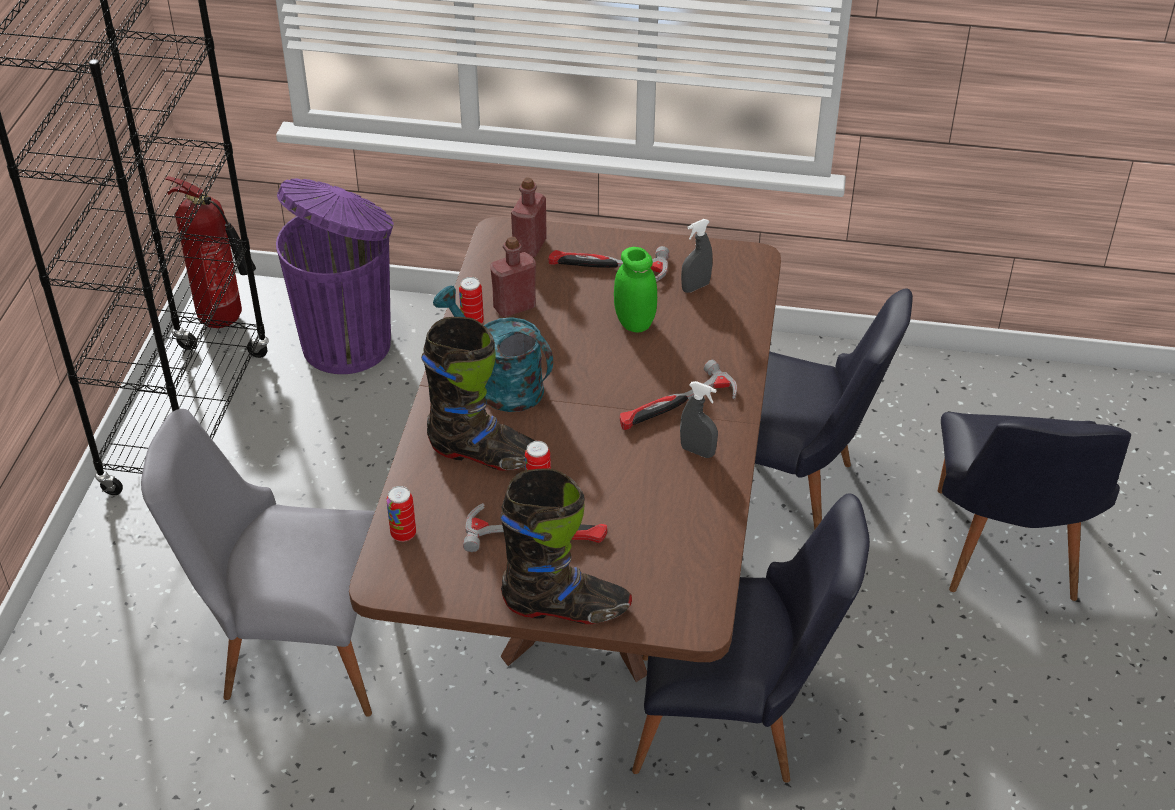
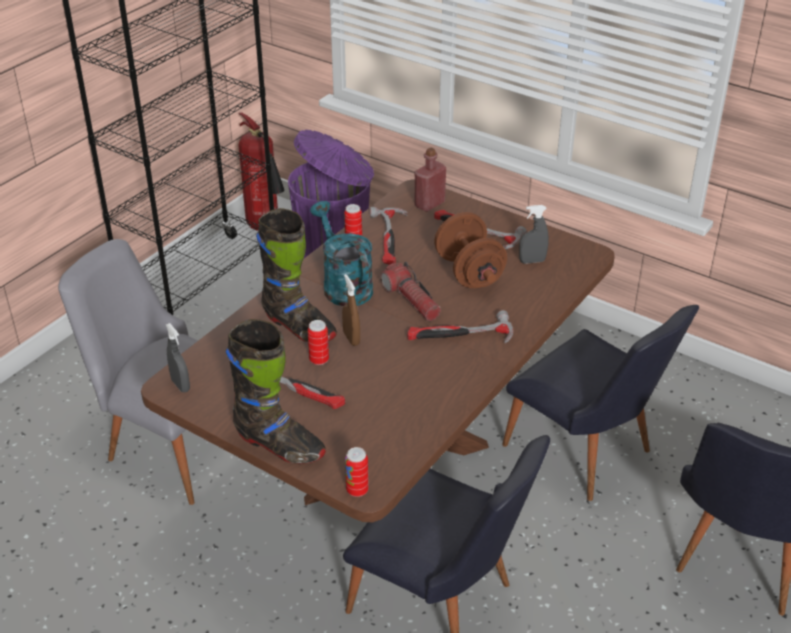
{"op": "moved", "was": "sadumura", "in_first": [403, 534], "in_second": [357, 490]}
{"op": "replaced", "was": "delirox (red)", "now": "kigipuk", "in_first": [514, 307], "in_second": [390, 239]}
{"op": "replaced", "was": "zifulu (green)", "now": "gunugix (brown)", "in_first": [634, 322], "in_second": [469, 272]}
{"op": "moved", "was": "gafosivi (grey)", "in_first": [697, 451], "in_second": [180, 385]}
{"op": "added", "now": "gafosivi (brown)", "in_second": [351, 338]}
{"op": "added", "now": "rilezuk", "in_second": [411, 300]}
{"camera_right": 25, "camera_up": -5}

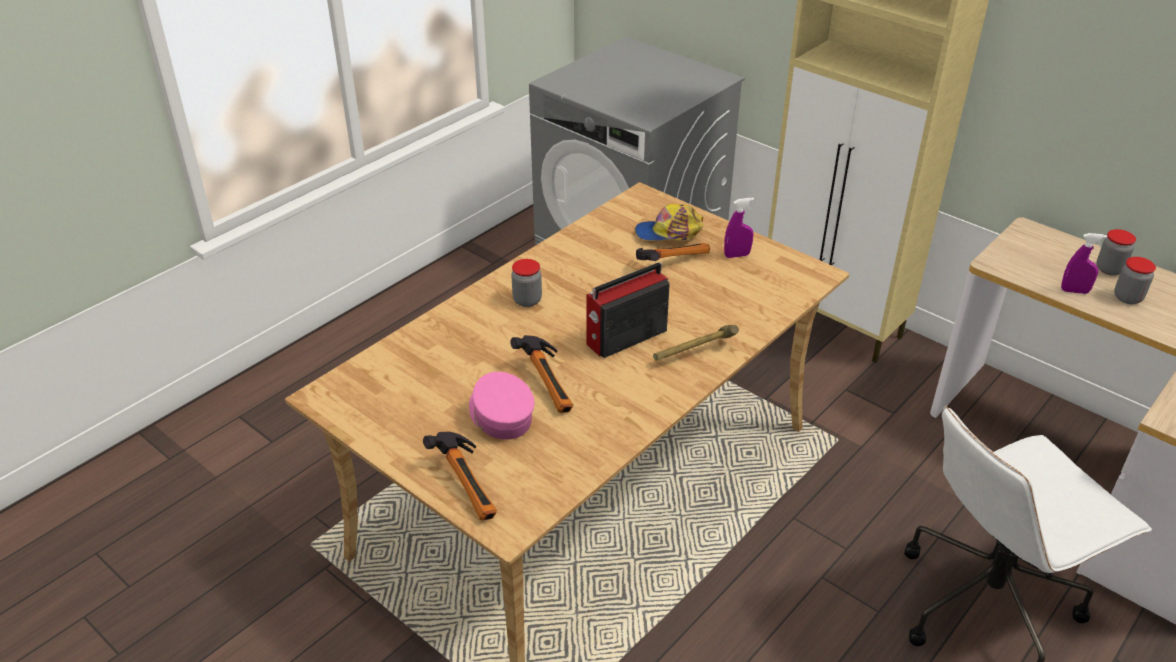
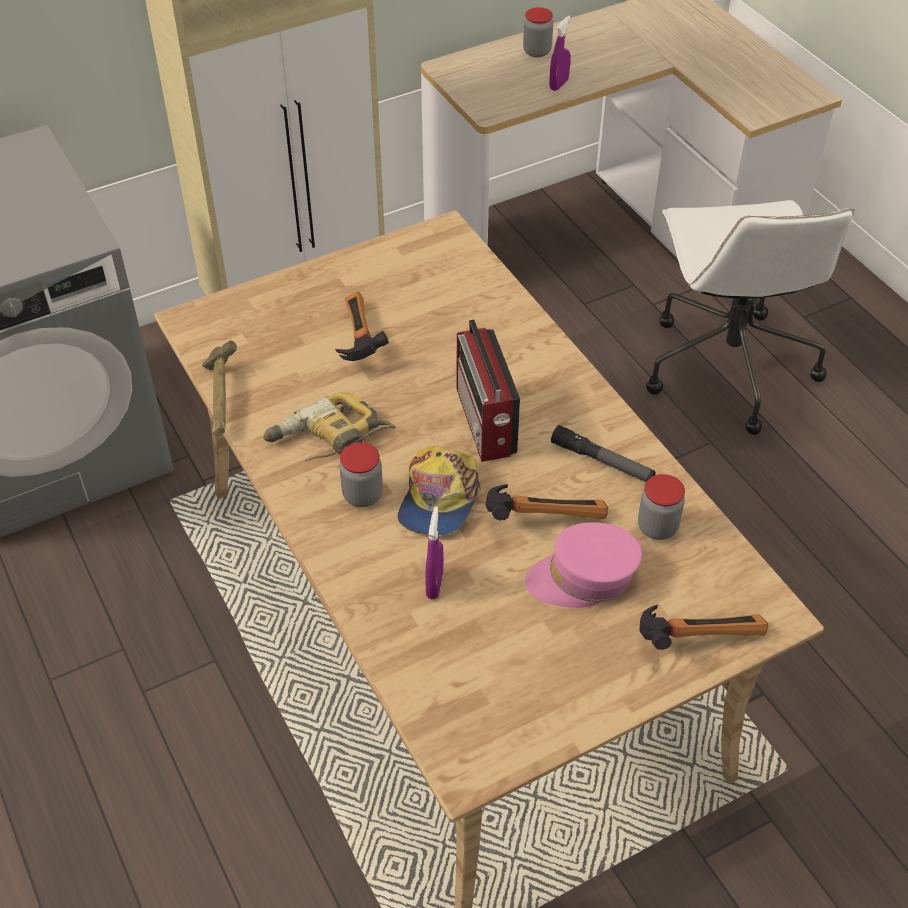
{"op": "moved", "was": "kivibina", "in_first": [669, 233], "in_second": [439, 498]}
{"op": "moved", "was": "kigipuk", "in_first": [693, 353], "in_second": [221, 402]}
{"op": "moved", "was": "gafosivi (purple)", "in_first": [737, 255], "in_second": [434, 584]}
{"op": "moved", "was": "zifulu", "in_first": [1127, 298], "in_second": [657, 527]}
{"op": "added", "now": "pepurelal", "in_second": [328, 439]}
{"op": "added", "now": "rilezuk", "in_second": [602, 461]}
{"camera_right": -70, "camera_up": 10}

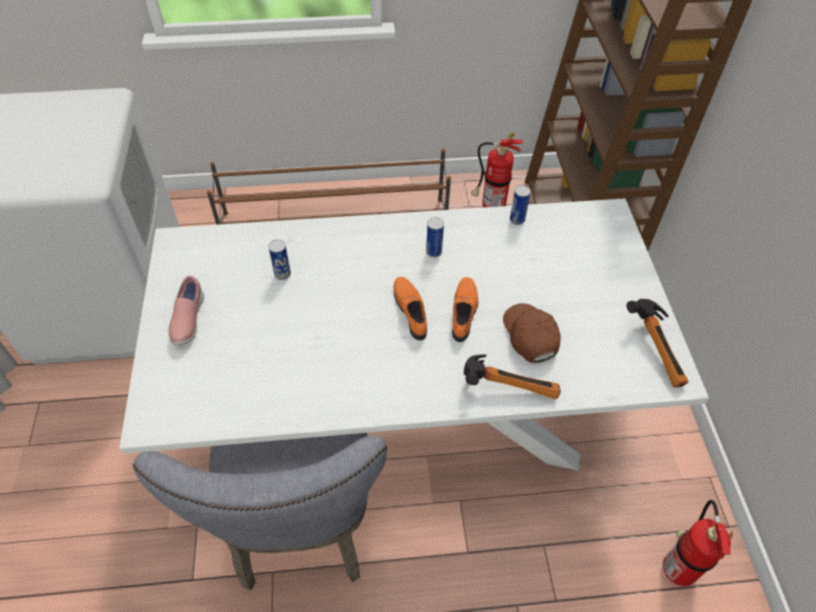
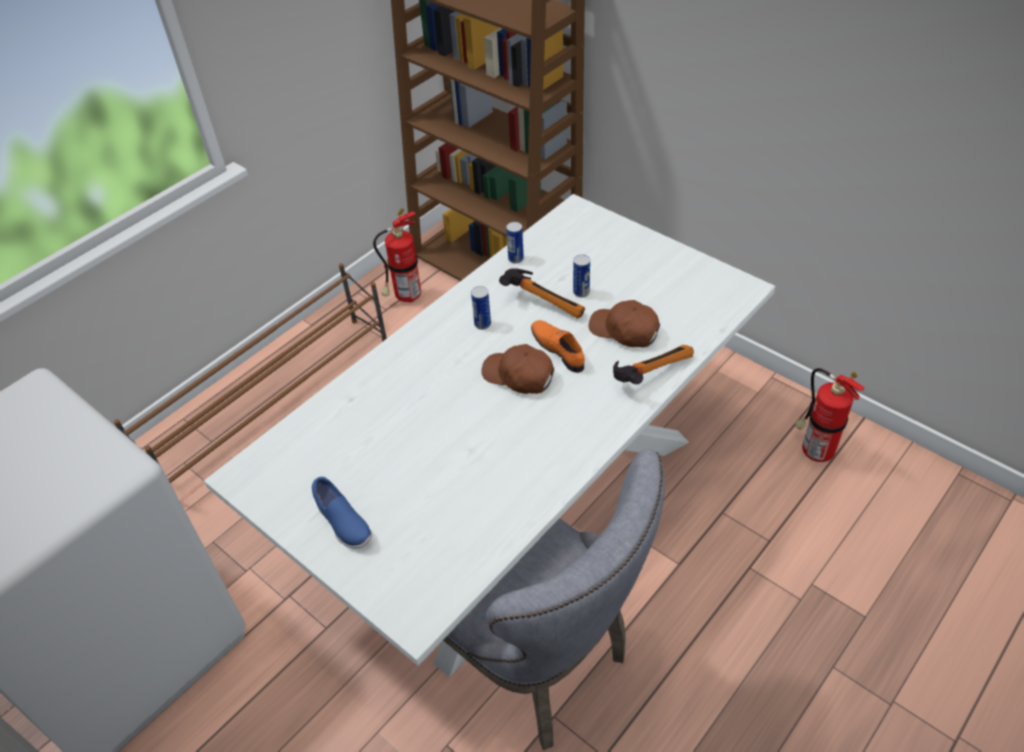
{"op": "recoloured", "was": "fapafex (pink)", "now": "fapafex (blue)", "in_first": [188, 320], "in_second": [343, 523]}
{"op": "moved", "was": "sadumura", "in_first": [282, 274], "in_second": [581, 292]}
{"op": "replaced", "was": "fapafex (orange)", "now": "kivibina (brown)", "in_first": [411, 309], "in_second": [518, 376]}
{"op": "moved", "was": "kigipuk", "in_first": [660, 350], "in_second": [546, 301]}
{"camera_right": -40, "camera_up": -5}

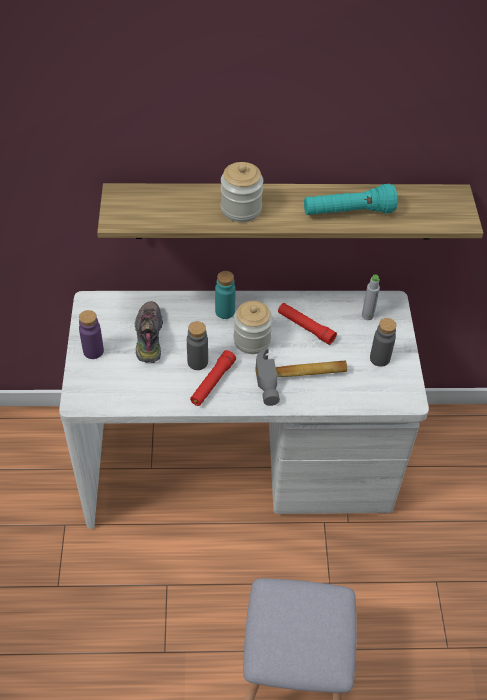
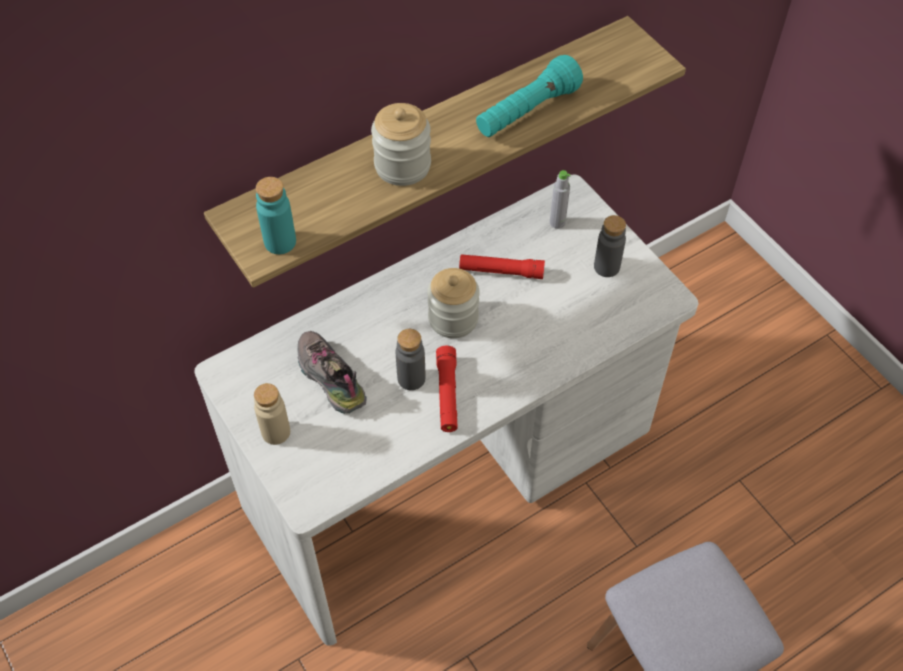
{"op": "recoloured", "was": "delirox (purple)", "now": "delirox (beige)", "in_first": [93, 351], "in_second": [276, 432]}
{"op": "moved", "was": "delirox (turquoise)", "in_first": [225, 311], "in_second": [280, 242]}
{"op": "removed", "was": "kigipuk", "in_first": [301, 379]}
{"camera_right": -30, "camera_up": 5}

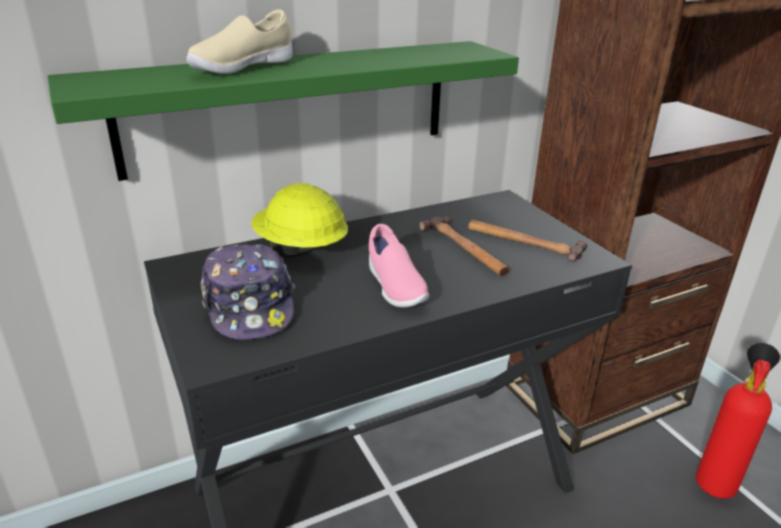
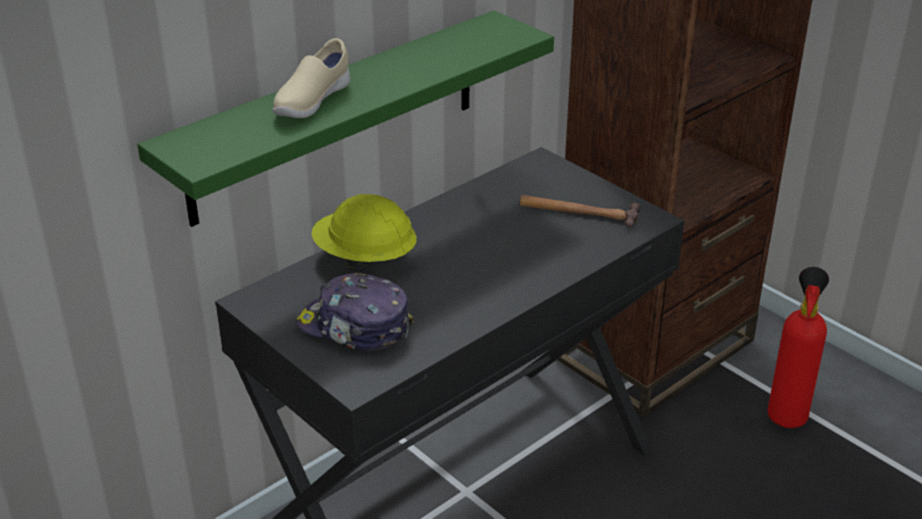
{"op": "turned", "was": "kivibina", "in_first": [249, 305], "in_second": [354, 327], "clockwise": 150}
{"op": "removed", "was": "fapafex (pink)", "in_first": [394, 287]}
{"op": "removed", "was": "kigipuk", "in_first": [465, 249]}
{"camera_right": -15, "camera_up": 5}

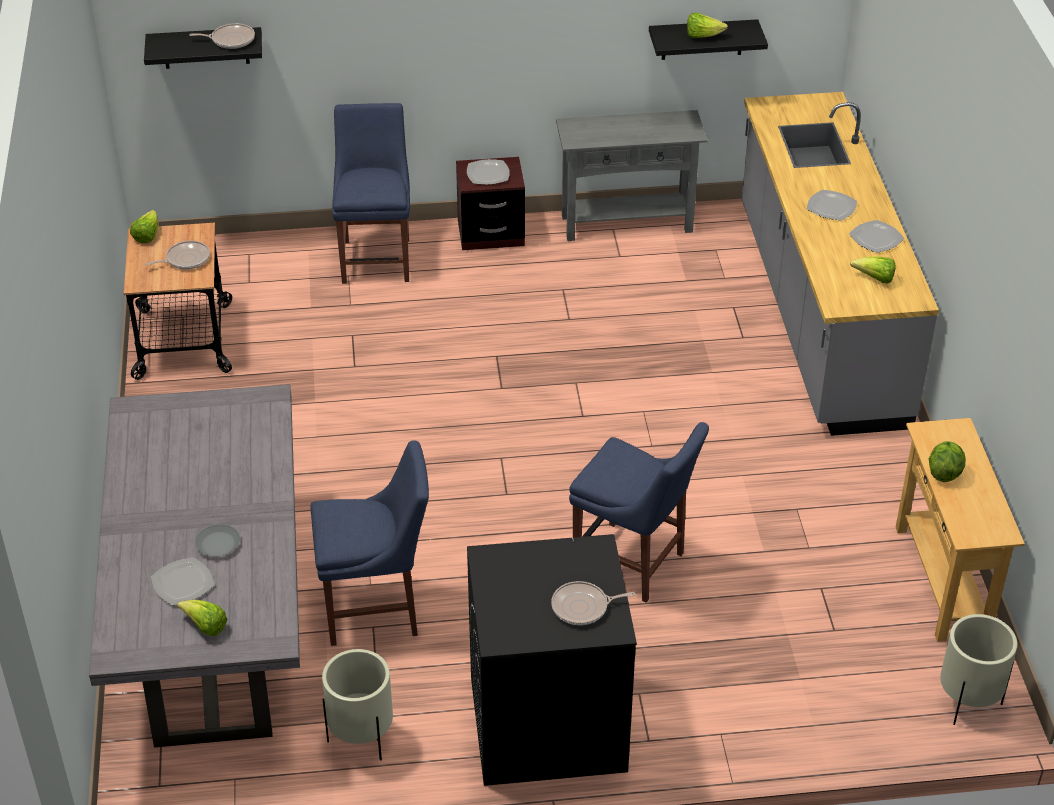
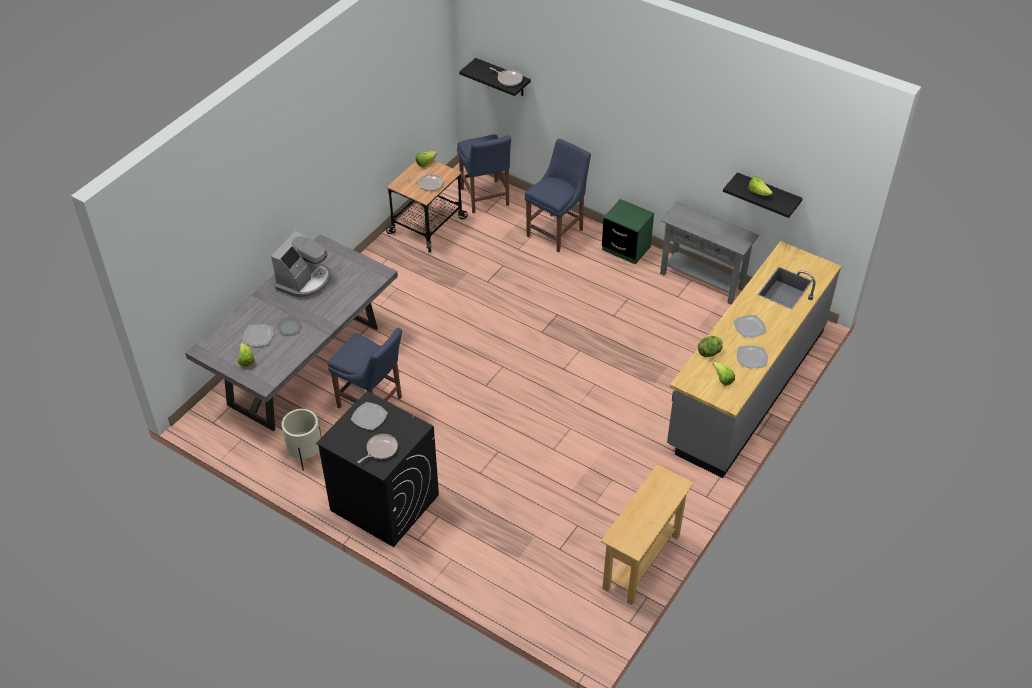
{"op": "recoloured", "was": "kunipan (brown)", "now": "kunipan (green)", "in_first": [491, 234], "in_second": [626, 248]}
{"op": "moved", "was": "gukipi", "in_first": [488, 173], "in_second": [369, 417]}
{"op": "turned", "was": "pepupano", "in_first": [583, 607], "in_second": [380, 449], "clockwise": 105}
{"op": "moved", "was": "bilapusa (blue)", "in_first": [633, 564], "in_second": [485, 198]}
{"op": "moved", "was": "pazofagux", "in_first": [944, 472], "in_second": [710, 352]}
{"op": "removed", "was": "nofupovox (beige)", "in_first": [967, 702]}
{"op": "added", "now": "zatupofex", "in_second": [304, 280]}
{"camera_right": 40, "camera_up": 5}

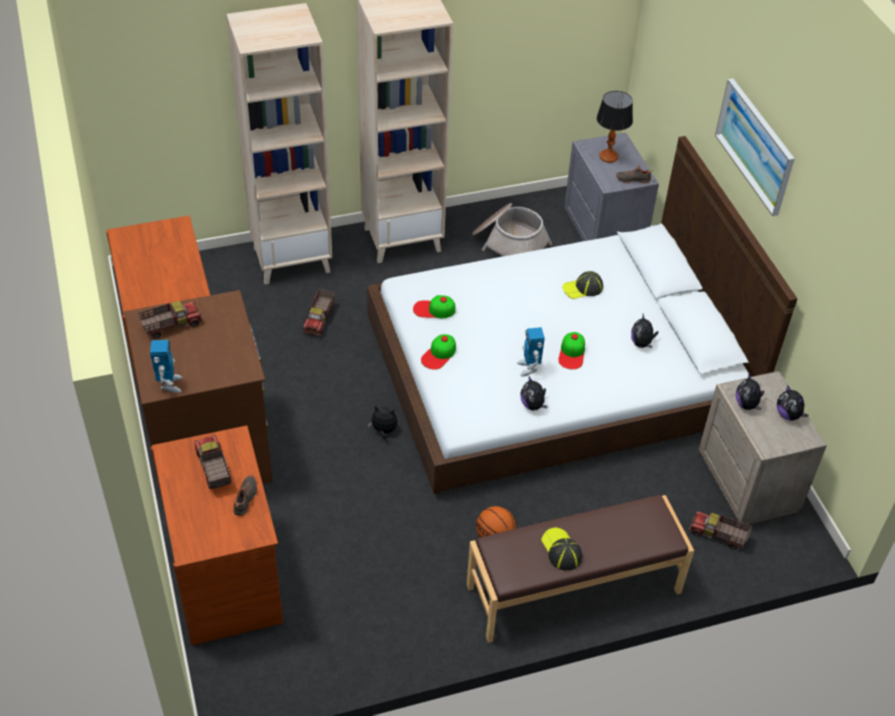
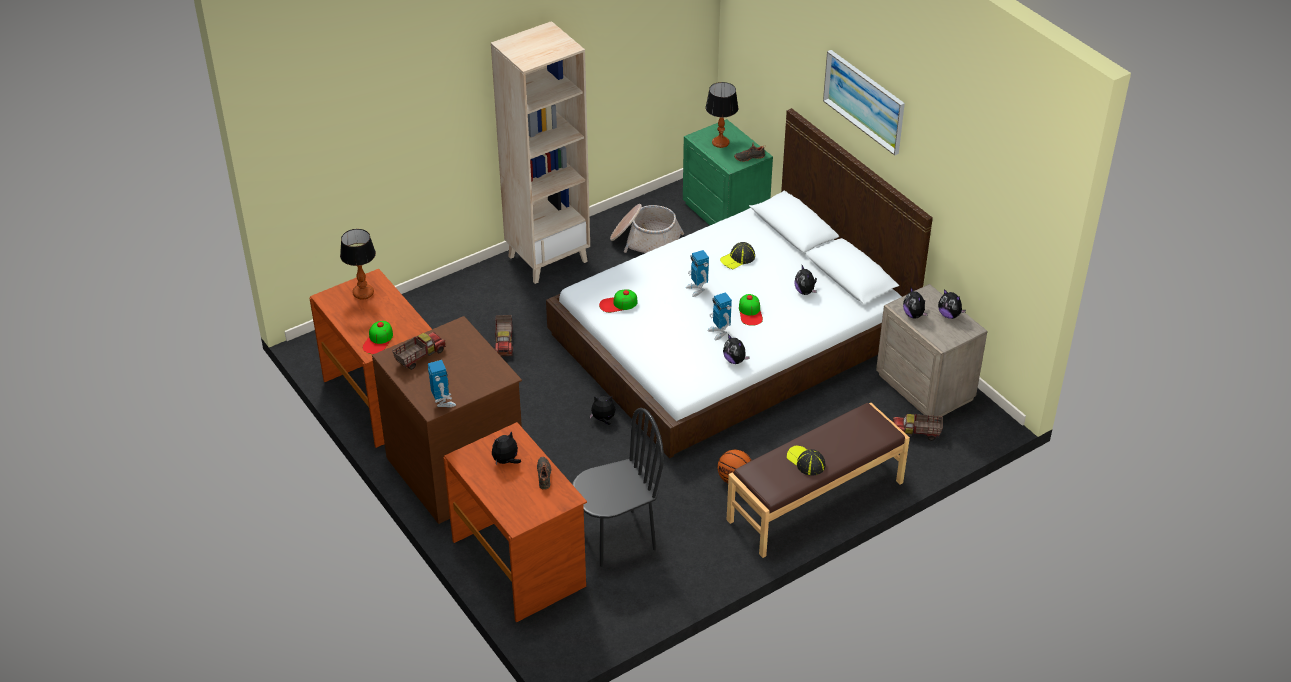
{"op": "replaced", "was": "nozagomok", "now": "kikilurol", "in_first": [213, 469], "in_second": [506, 461]}
{"op": "removed", "was": "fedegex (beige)", "in_first": [292, 259]}
{"op": "moved", "was": "kivibina", "in_first": [439, 354], "in_second": [378, 340]}
{"op": "recoloured", "was": "kunipan (grey)", "now": "kunipan (green)", "in_first": [605, 232], "in_second": [726, 213]}
{"op": "added", "now": "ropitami", "in_second": [364, 293]}
{"op": "added", "now": "bilapusa (black)", "in_second": [617, 539]}
{"op": "added", "now": "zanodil", "in_second": [697, 289]}
{"camera_right": -15, "camera_up": -5}

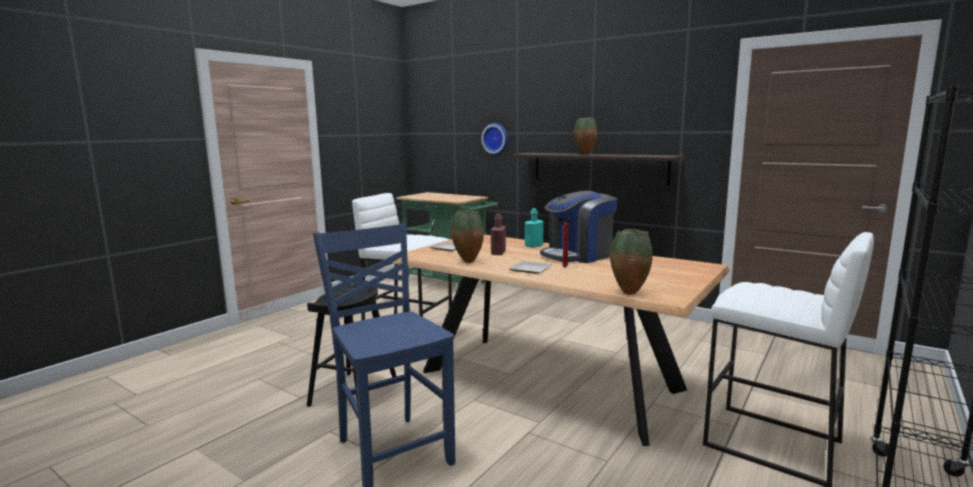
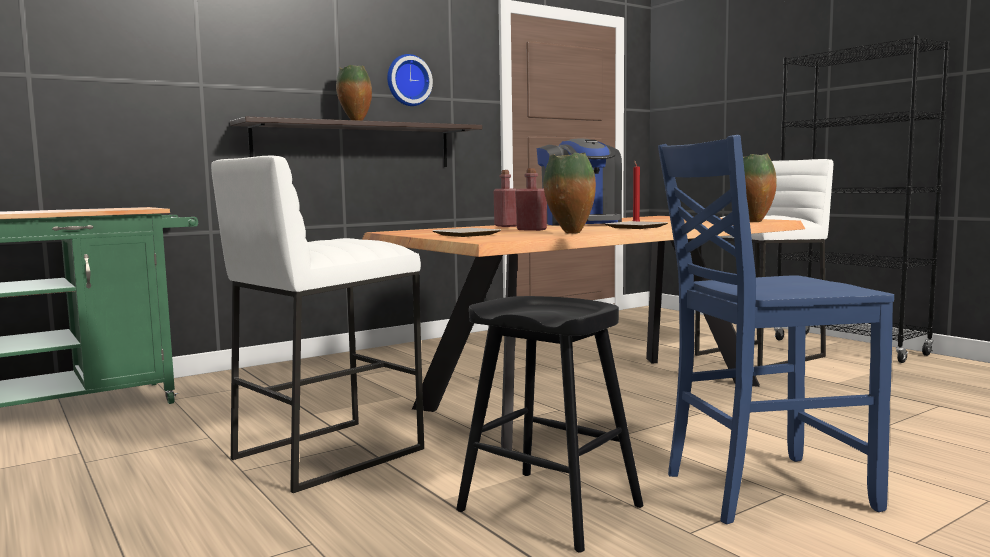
{"op": "moved", "was": "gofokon", "in_first": [496, 138], "in_second": [408, 80]}
{"op": "recoloured", "was": "delirox (turquoise)", "now": "delirox (red)", "in_first": [534, 246], "in_second": [506, 226]}
{"camera_right": -70, "camera_up": -5}

